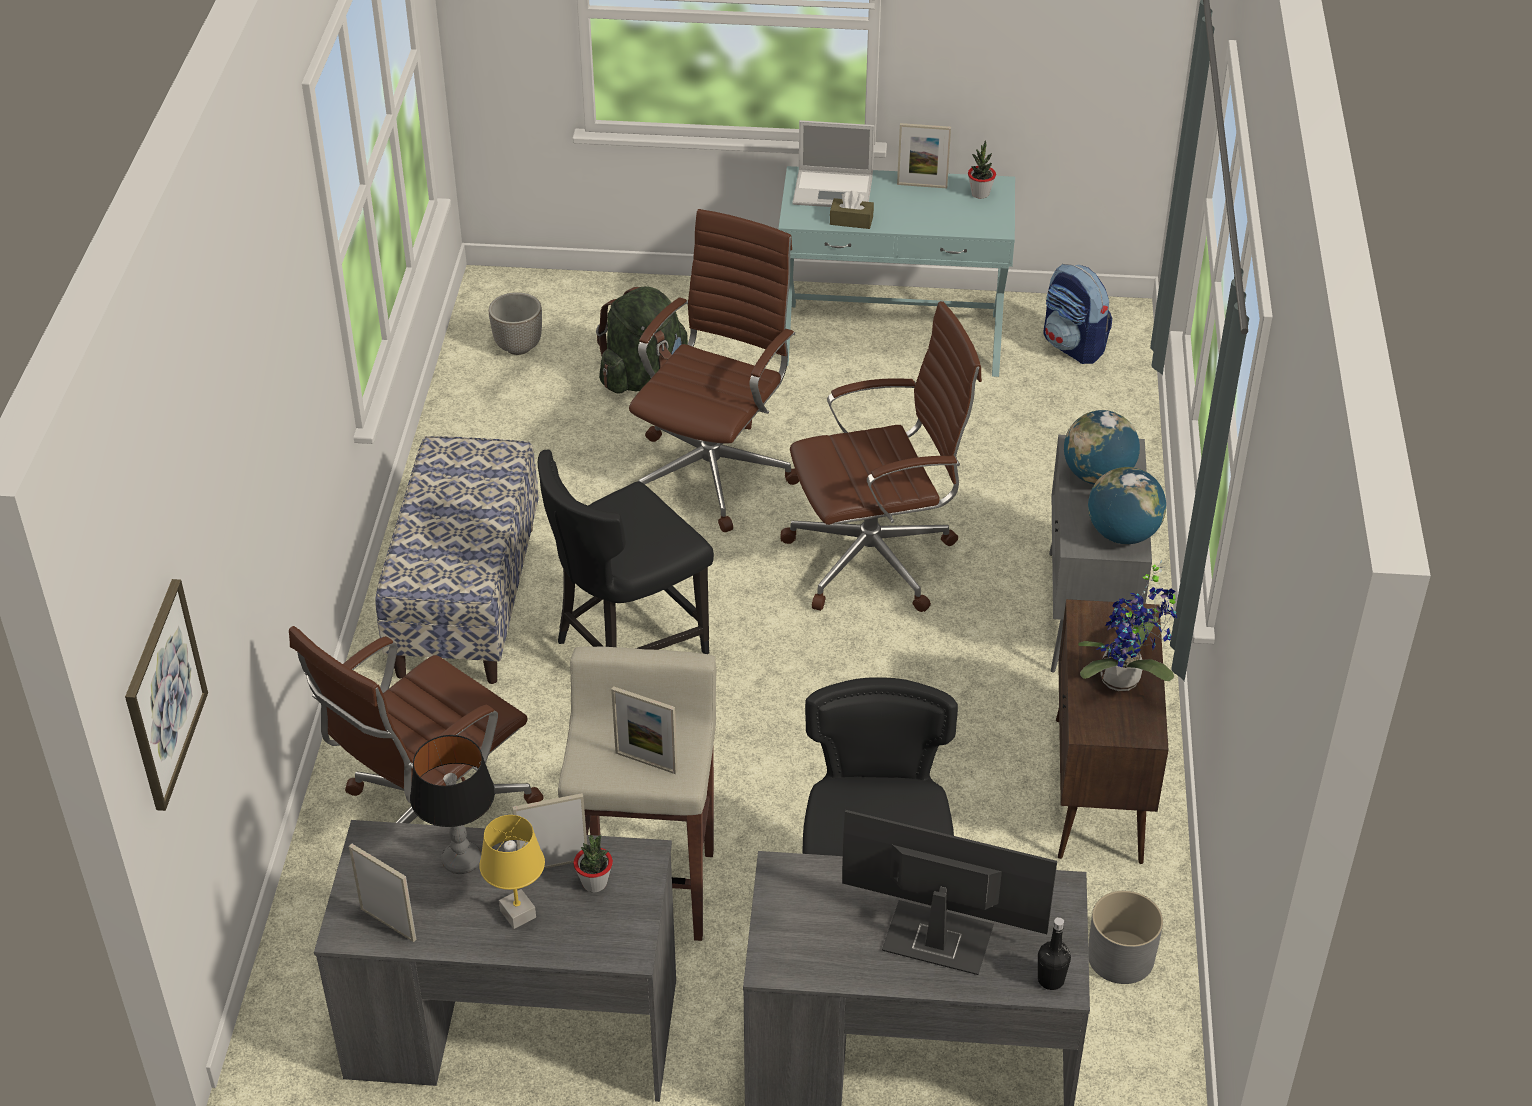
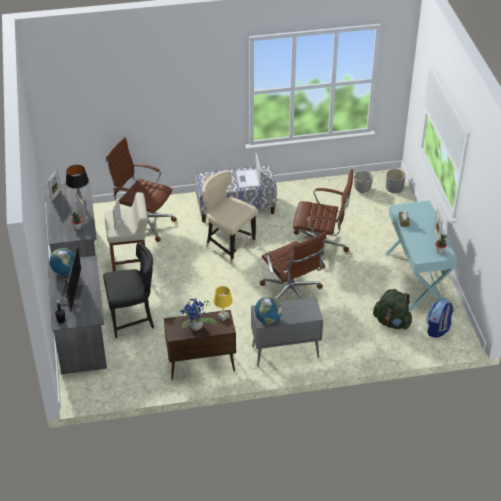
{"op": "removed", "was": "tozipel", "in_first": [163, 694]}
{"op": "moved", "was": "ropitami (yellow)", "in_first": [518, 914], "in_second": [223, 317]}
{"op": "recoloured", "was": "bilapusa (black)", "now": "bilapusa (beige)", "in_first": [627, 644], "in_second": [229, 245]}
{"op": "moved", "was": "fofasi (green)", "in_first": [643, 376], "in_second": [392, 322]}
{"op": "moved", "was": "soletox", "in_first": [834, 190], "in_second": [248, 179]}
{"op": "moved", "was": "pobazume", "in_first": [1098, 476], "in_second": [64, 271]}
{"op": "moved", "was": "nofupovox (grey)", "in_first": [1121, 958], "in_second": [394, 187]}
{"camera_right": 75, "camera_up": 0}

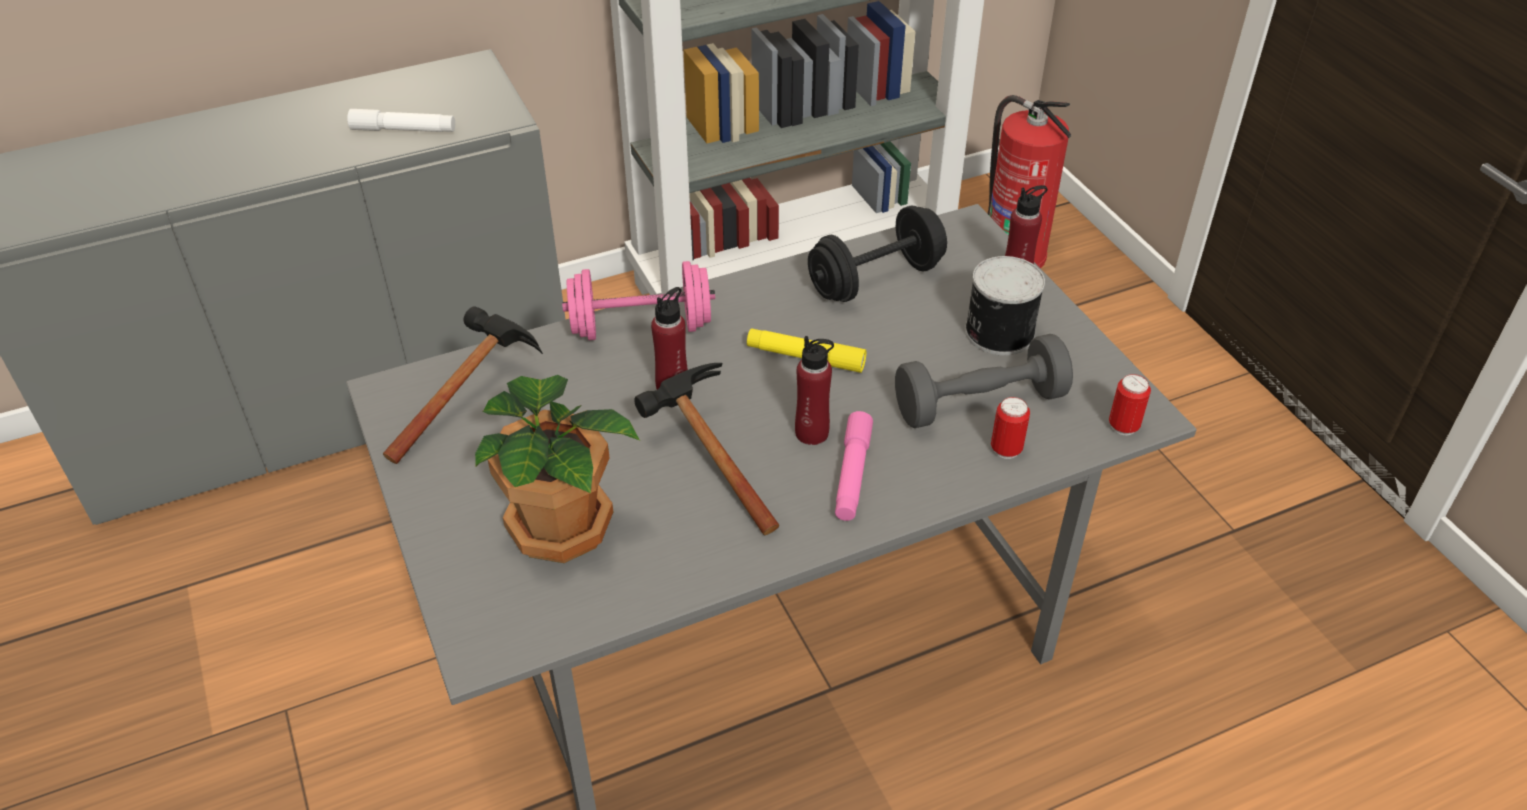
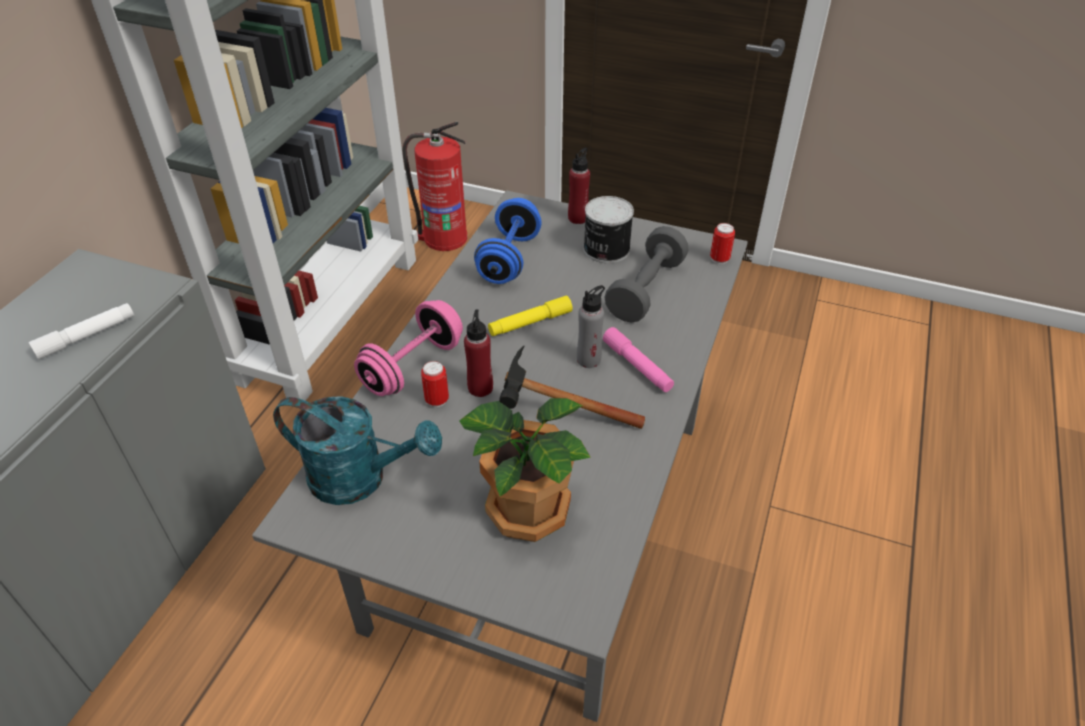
{"op": "replaced", "was": "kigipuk", "now": "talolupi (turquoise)", "in_first": [473, 395], "in_second": [361, 478]}
{"op": "recoloured", "was": "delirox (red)", "now": "delirox (grey)", "in_first": [812, 433], "in_second": [589, 359]}
{"op": "recoloured", "was": "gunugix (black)", "now": "gunugix (blue)", "in_first": [875, 279], "in_second": [509, 259]}
{"op": "moved", "was": "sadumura", "in_first": [1006, 449], "in_second": [437, 400]}
{"camera_right": -45, "camera_up": 0}

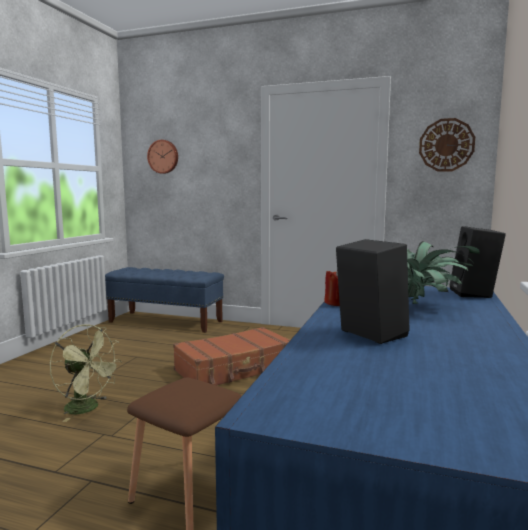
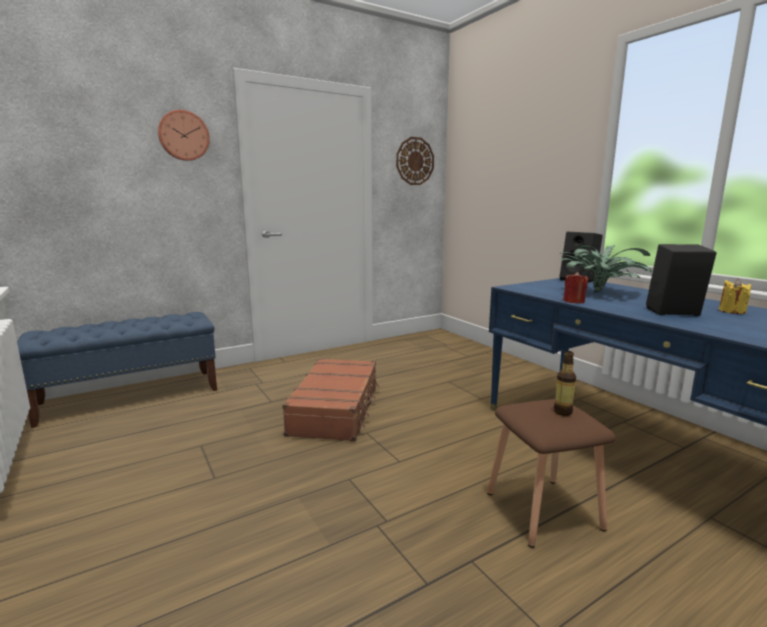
{"op": "removed", "was": "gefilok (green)", "in_first": [87, 408]}
{"op": "moved", "was": "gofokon", "in_first": [163, 156], "in_second": [183, 136]}
{"op": "added", "now": "delirox", "in_second": [562, 412]}
{"op": "added", "now": "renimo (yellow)", "in_second": [732, 311]}
{"camera_right": -50, "camera_up": 5}

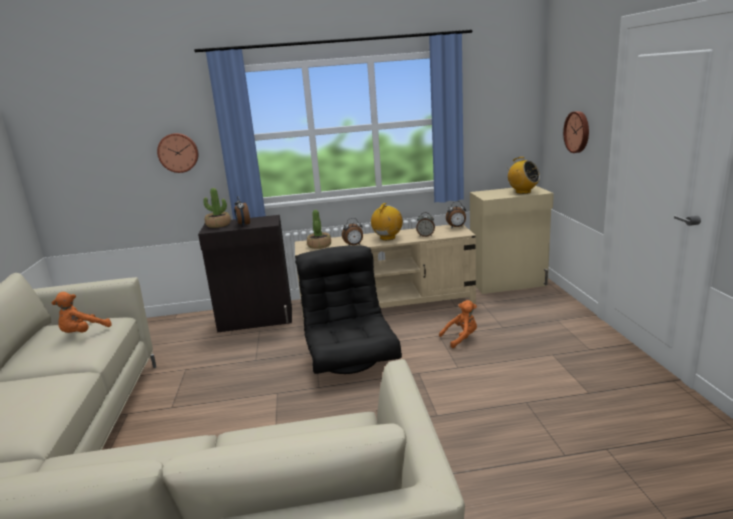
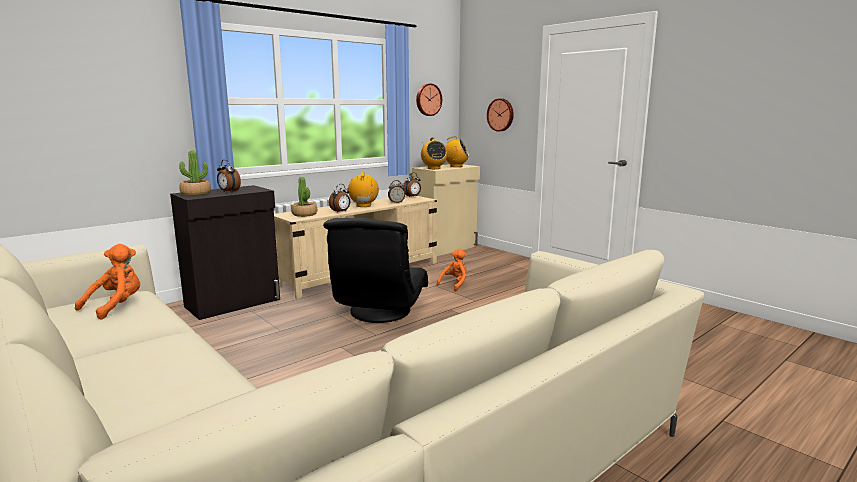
{"op": "turned", "was": "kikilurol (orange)", "in_first": [83, 333], "in_second": [116, 306], "clockwise": -150}
{"op": "moved", "was": "gofokon", "in_first": [178, 152], "in_second": [428, 99]}
{"op": "turned", "was": "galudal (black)", "in_first": [350, 358], "in_second": [378, 312], "clockwise": -120}
{"op": "added", "now": "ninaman", "in_second": [433, 168]}
{"camera_right": -35, "camera_up": -5}

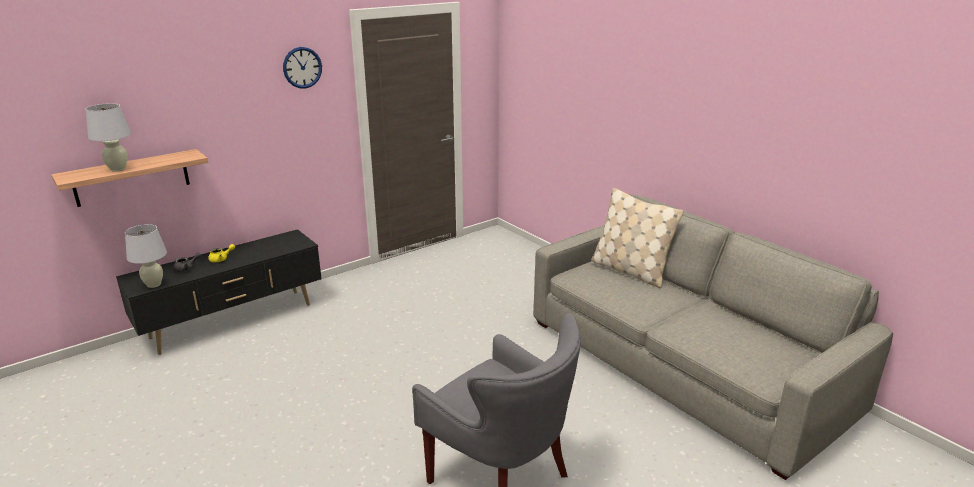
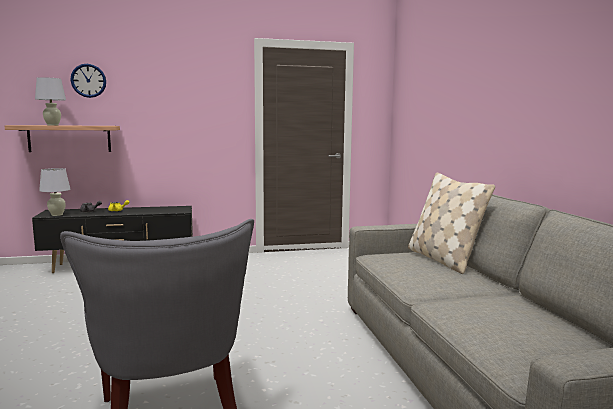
{"op": "moved", "was": "gofokon", "in_first": [302, 67], "in_second": [88, 80]}
{"camera_right": 25, "camera_up": -15}

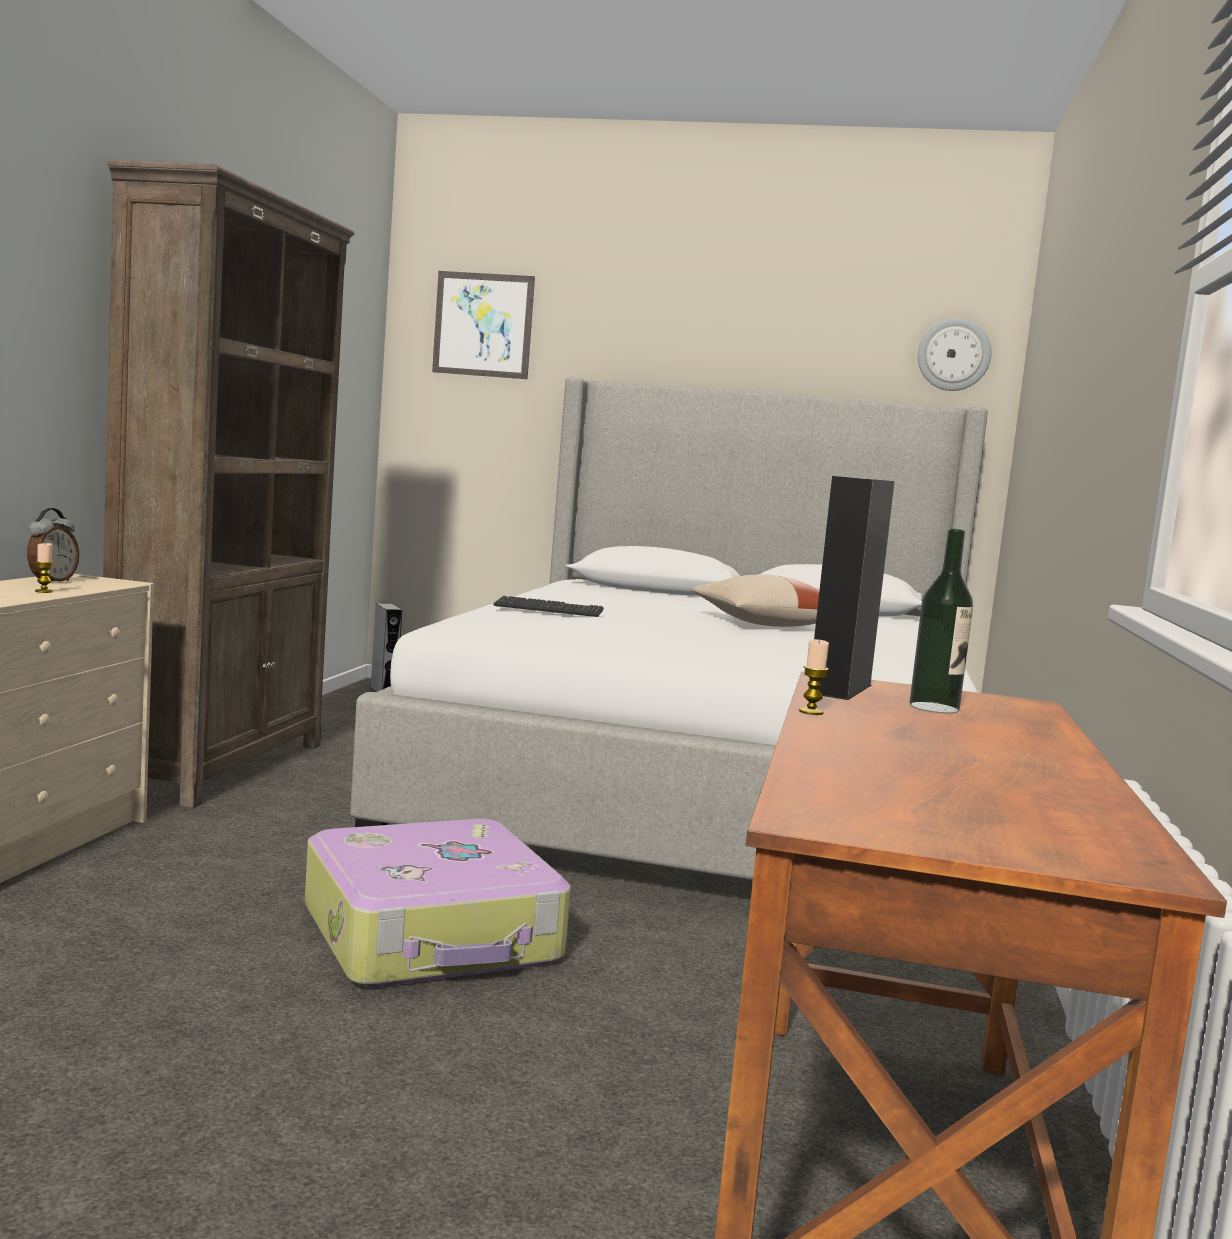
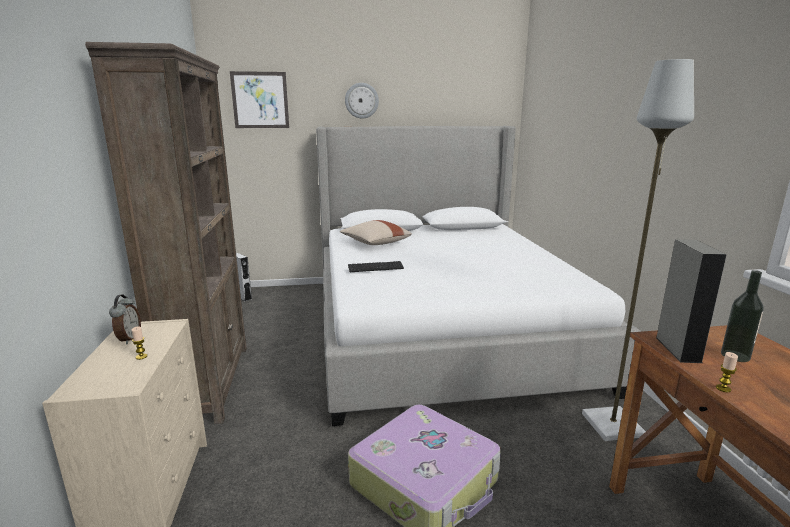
{"op": "moved", "was": "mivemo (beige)", "in_first": [763, 624], "in_second": [375, 243]}
{"op": "moved", "was": "gofokon", "in_first": [954, 355], "in_second": [361, 100]}
{"op": "added", "now": "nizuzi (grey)", "in_second": [613, 425]}
{"camera_right": -20, "camera_up": 10}

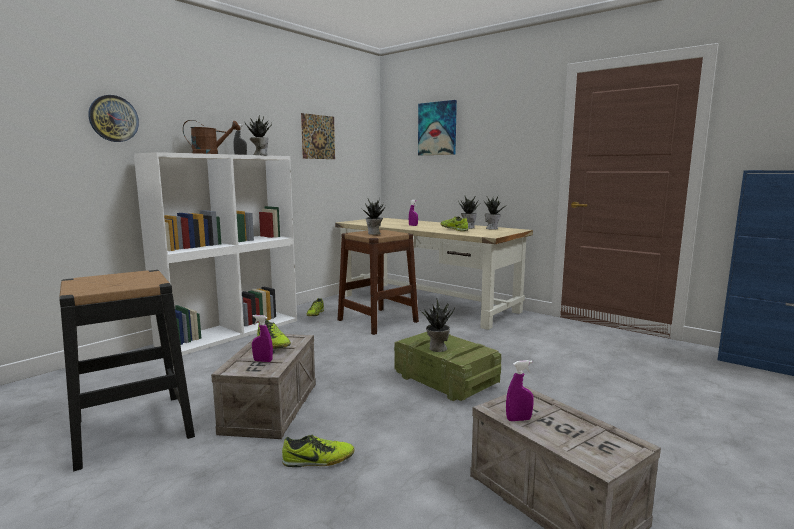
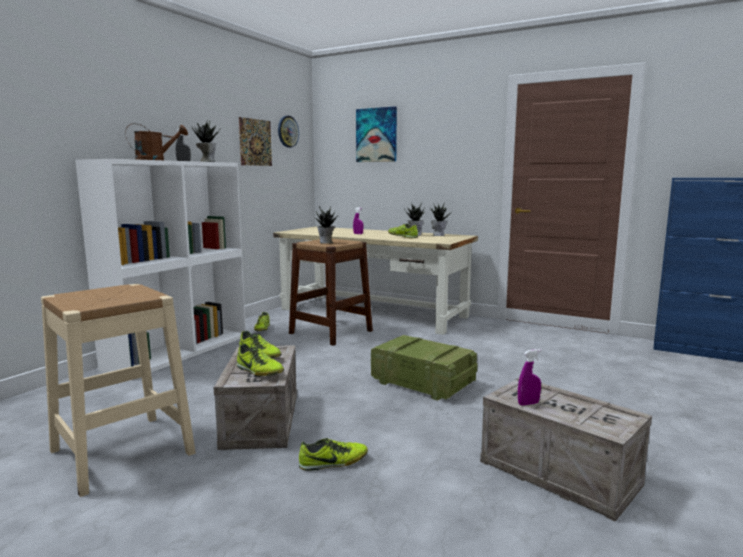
{"op": "recoloured", "was": "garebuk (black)", "now": "garebuk (beige)", "in_first": [132, 428], "in_second": [122, 452]}
{"op": "moved", "was": "gofokon", "in_first": [113, 118], "in_second": [287, 131]}
{"op": "replaced", "was": "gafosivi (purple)", "now": "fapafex", "in_first": [263, 361], "in_second": [259, 371]}
{"op": "removed", "was": "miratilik", "in_first": [437, 348]}
{"camera_right": -10, "camera_up": 0}

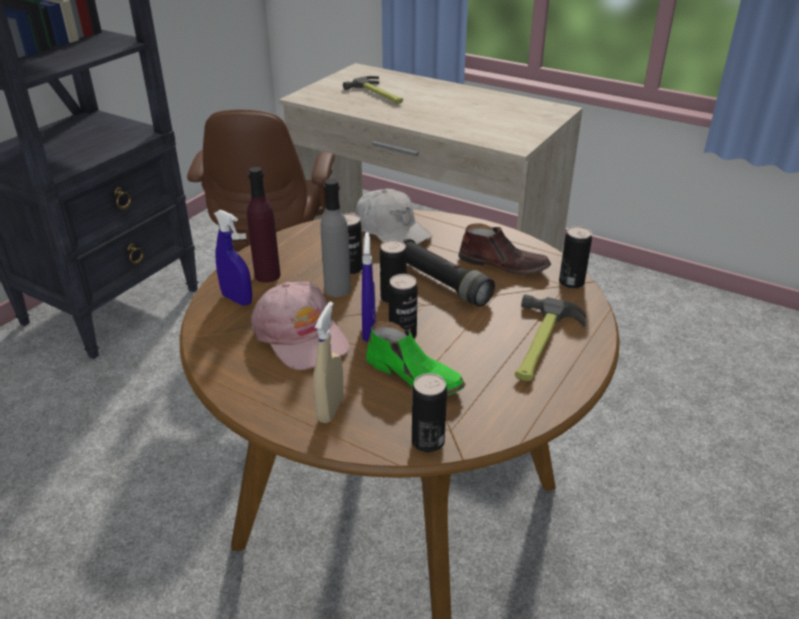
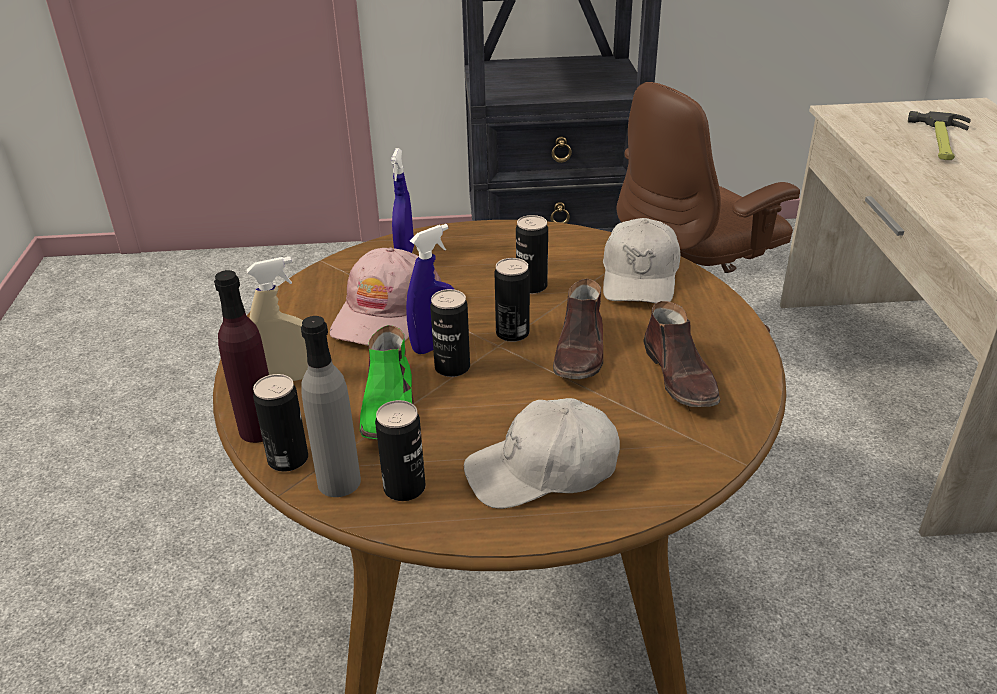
{"op": "moved", "was": "delirox (purple)", "in_first": [267, 275], "in_second": [259, 429]}
{"op": "moved", "was": "delirox (grey)", "in_first": [337, 289], "in_second": [339, 482]}
{"op": "replaced", "was": "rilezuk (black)", "now": "fapafex (brown)", "in_first": [442, 283], "in_second": [580, 352]}
{"op": "replaced", "was": "kigipuk", "now": "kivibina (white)", "in_first": [540, 344], "in_second": [543, 470]}
{"op": "moved", "was": "sadumura", "in_first": [571, 282], "in_second": [404, 488]}
{"camera_right": 55, "camera_up": 0}

